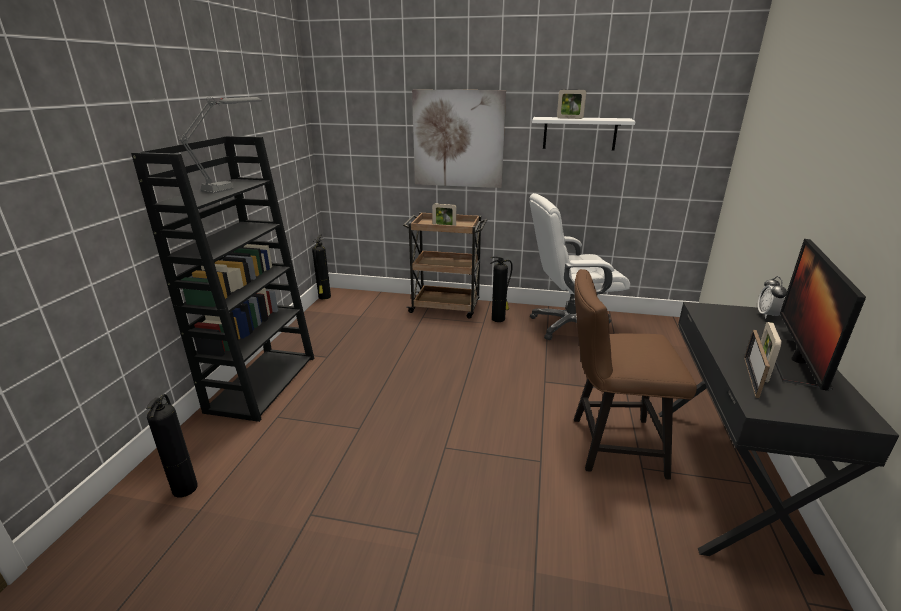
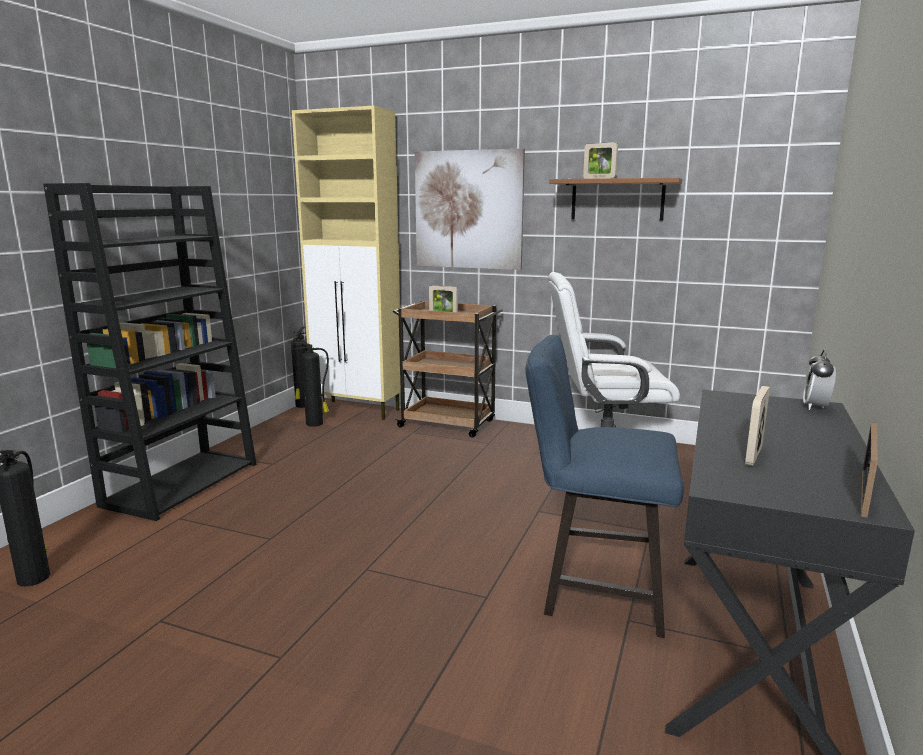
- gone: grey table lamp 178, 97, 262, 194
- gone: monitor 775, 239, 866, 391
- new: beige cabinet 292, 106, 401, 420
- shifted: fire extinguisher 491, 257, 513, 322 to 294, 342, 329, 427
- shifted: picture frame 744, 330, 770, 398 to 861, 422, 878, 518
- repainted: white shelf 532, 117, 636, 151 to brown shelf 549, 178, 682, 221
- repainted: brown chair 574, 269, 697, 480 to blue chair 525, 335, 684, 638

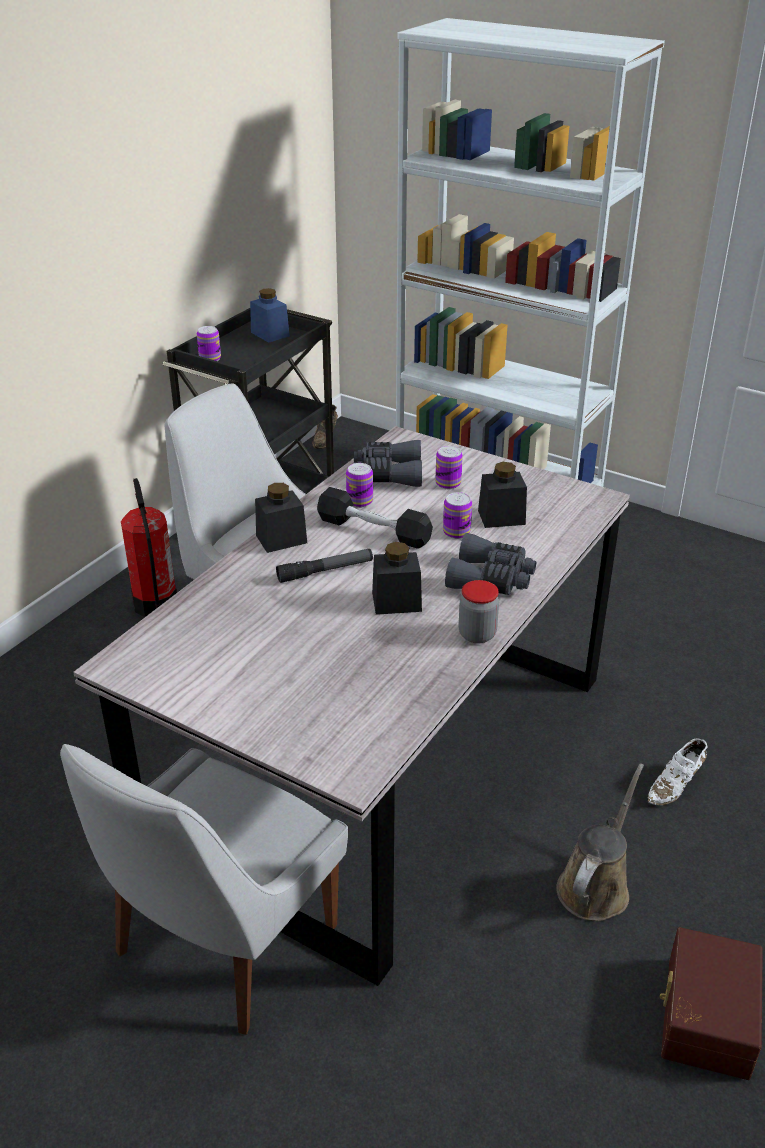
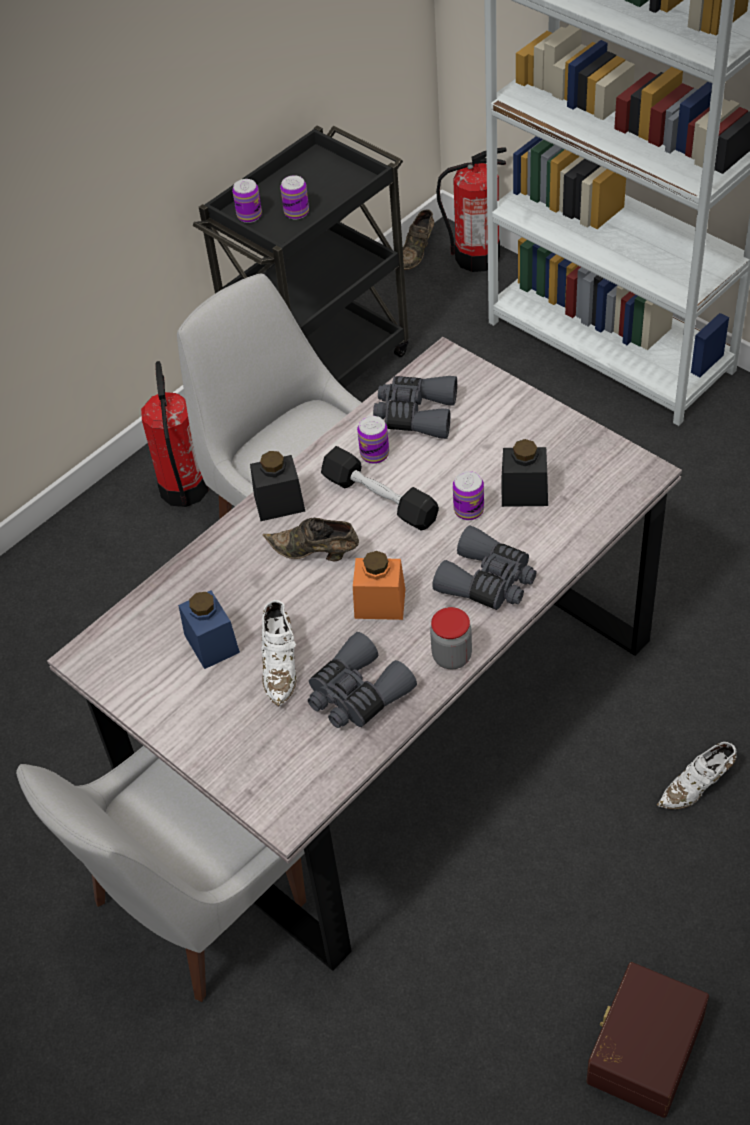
- gone: brown watering can 556, 764, 644, 921
- new: white shoe 262, 600, 297, 706
- new: grey binoculars 308, 632, 417, 728
- new: fire extinguisher 436, 147, 506, 272
- shifted: blue jar 250, 288, 290, 343 to 178, 590, 240, 669
- shifted: can 435, 446, 463, 489 to 280, 175, 309, 220
- swapped: flashlight 276, 549, 373, 583 to brown shoe 263, 518, 359, 561
- repainted: black jar 372, 542, 422, 615 to orange jar 353, 551, 405, 620

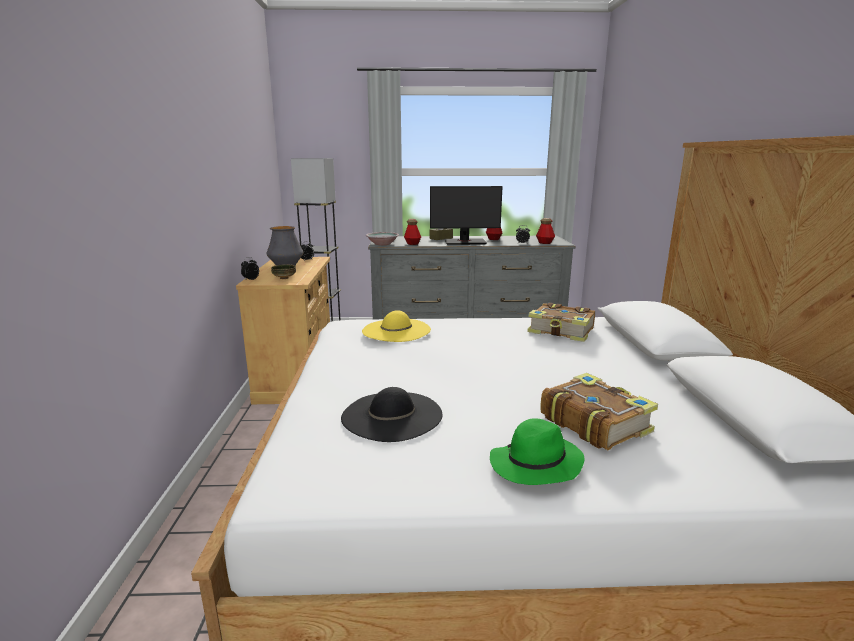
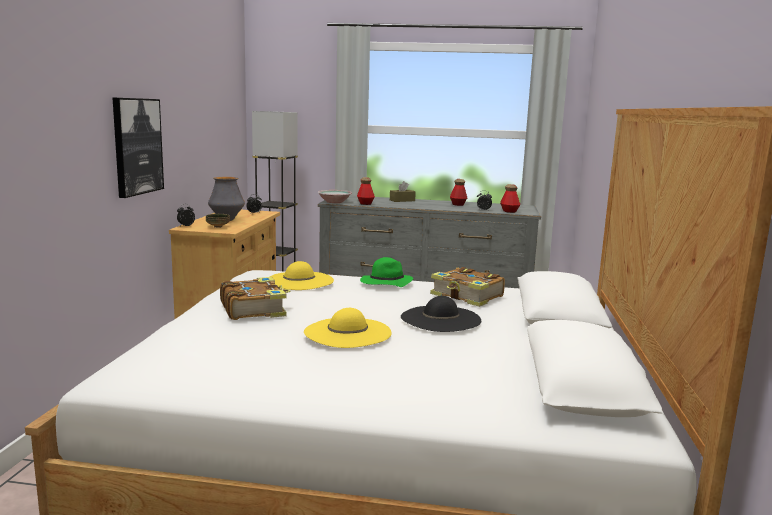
- gone: monitor 430, 186, 503, 245
- new: picture 112, 97, 164, 198
- new: yellow hat 304, 308, 392, 348
- shifted: black hat 341, 387, 442, 442 to 401, 296, 481, 332
- shifted: green hat 490, 418, 585, 485 to 360, 257, 414, 287
- shifted: book 540, 373, 658, 450 to 220, 277, 291, 320

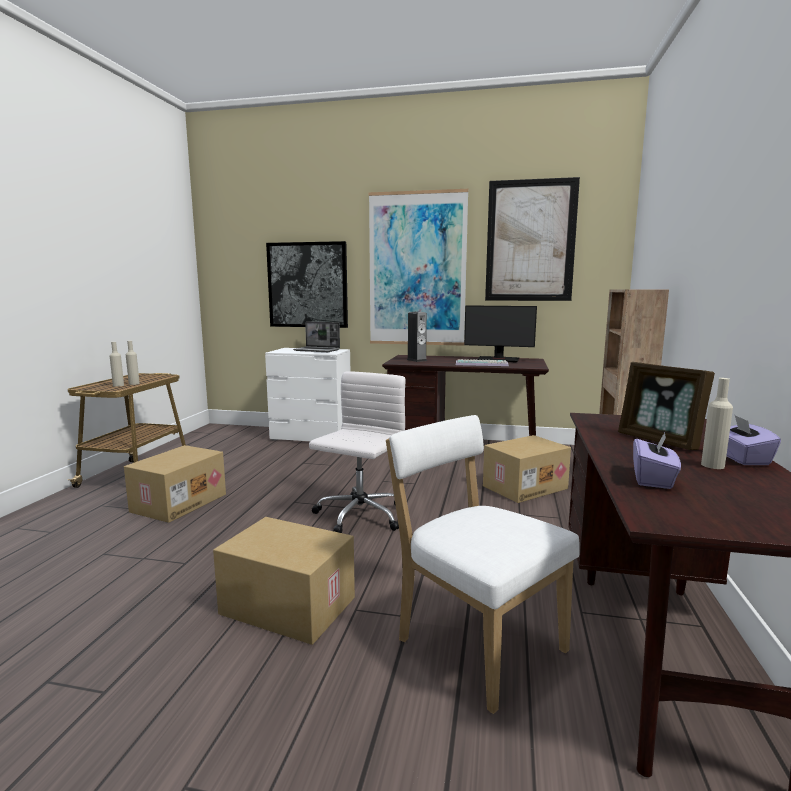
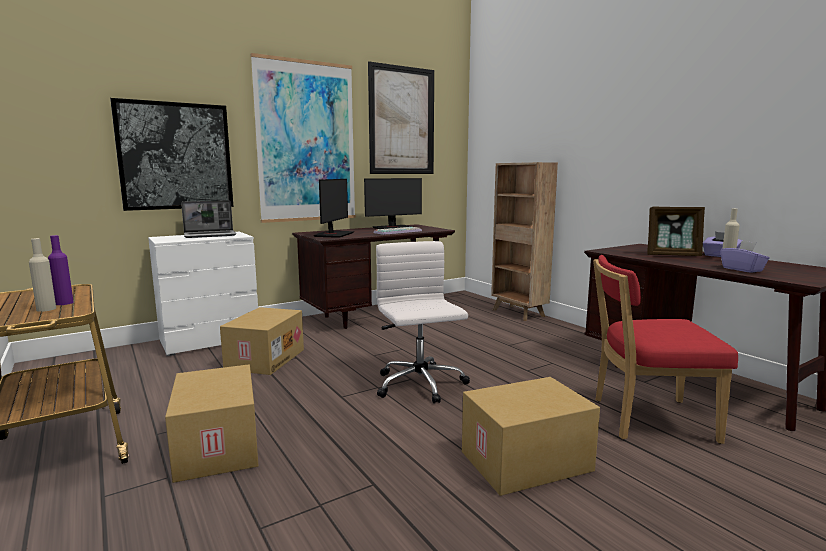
- shifted: cardboard box 483, 435, 571, 503 to 220, 307, 304, 375
- swapped: speaker 407, 312, 427, 362 to monitor 314, 179, 354, 238
- repainted: beige bottle 126, 341, 140, 385 to purple bottle 48, 235, 74, 305
- repainted: white chair 386, 415, 580, 714 to red chair 593, 255, 738, 444

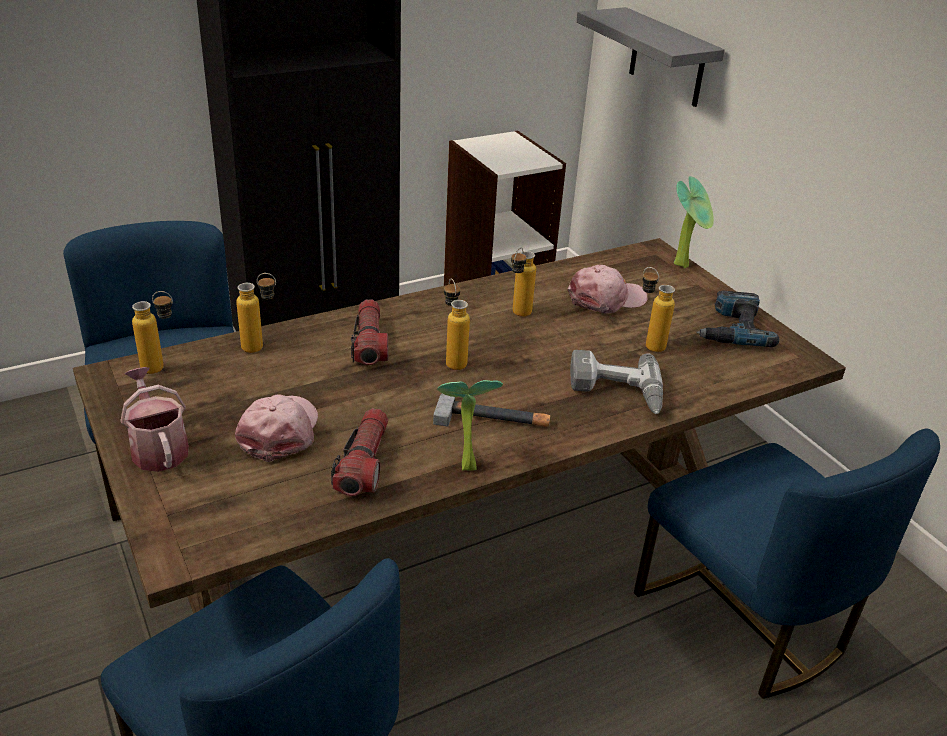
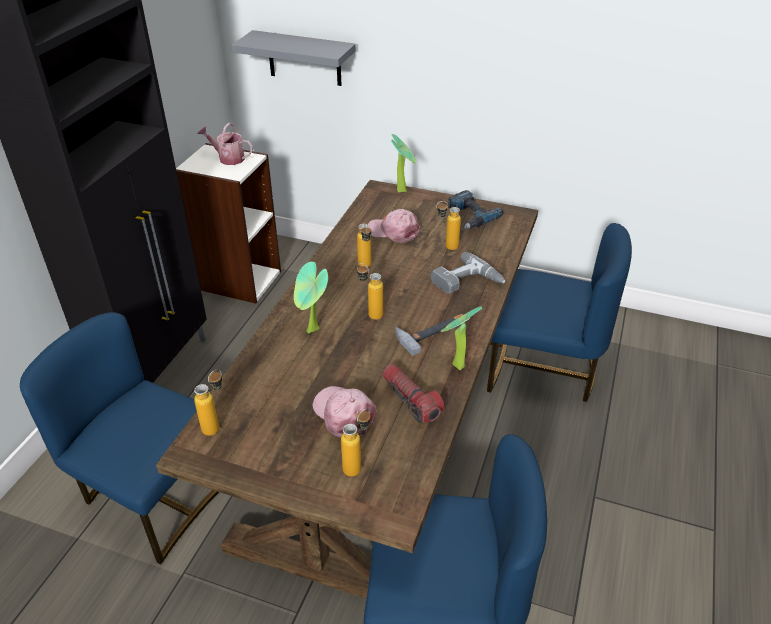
- shifted: watering can 120, 367, 189, 472 to 198, 123, 253, 165
- shifted: bottle 236, 273, 276, 353 to 341, 409, 370, 477
- swapped: flashlight 351, 299, 388, 365 to potted plant 294, 262, 328, 333
- rotated: pink cap 567, 265, 647, 314 = 368, 209, 421, 243 90 degrees counterclockwise

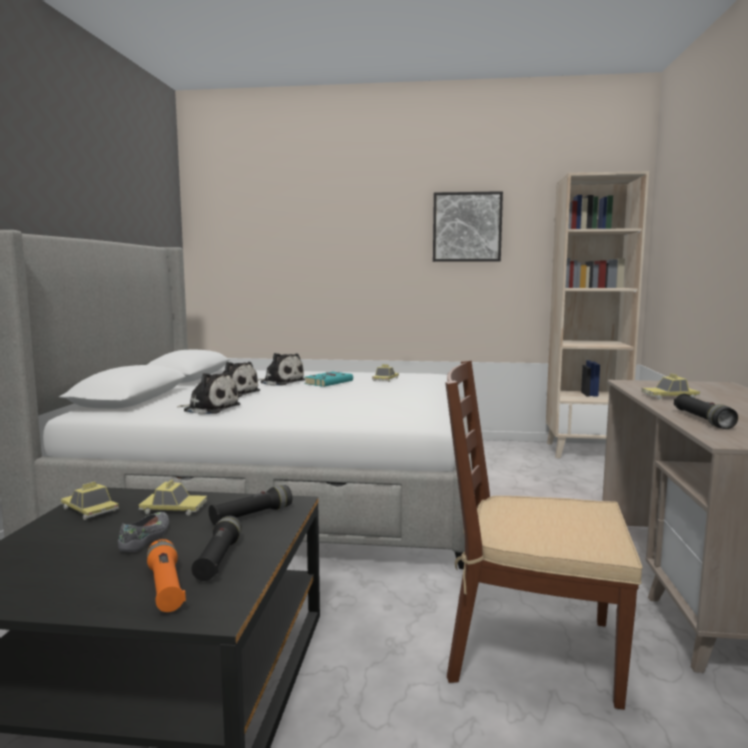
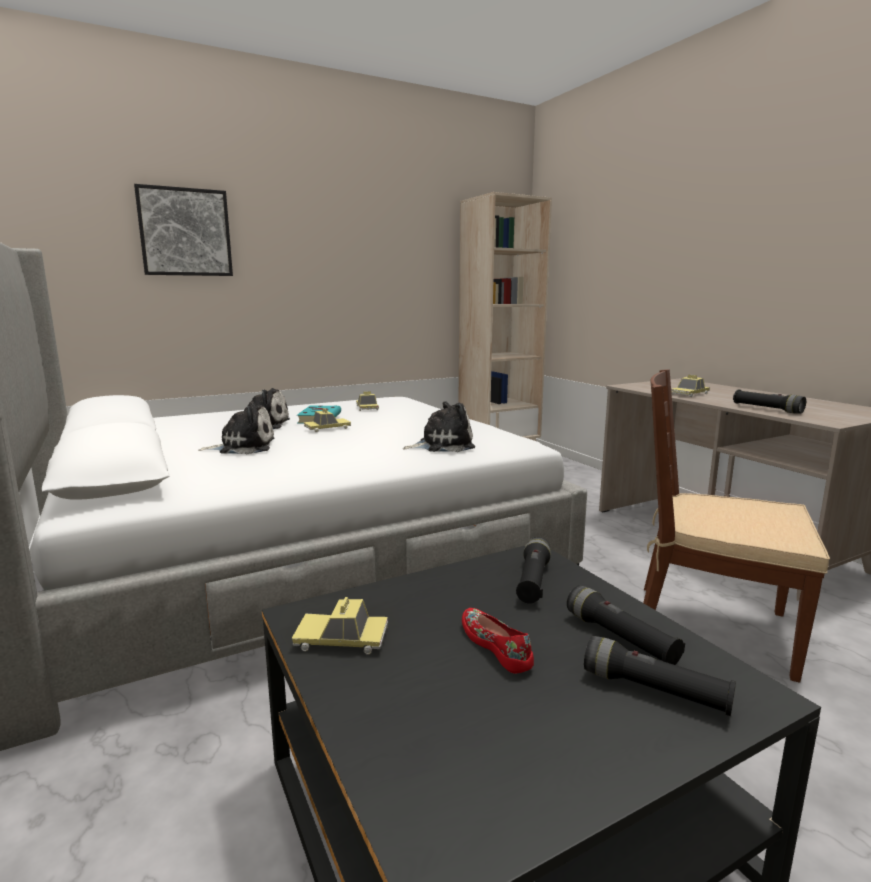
- shifted: toy car 139, 480, 207, 515 to 304, 408, 351, 433
- shifted: plush toy 177, 372, 241, 415 to 403, 401, 475, 452
- shifted: picture 433, 191, 503, 262 to 134, 184, 233, 276
- repainted: grey shoe 118, 512, 169, 552 to red shoe 462, 608, 534, 674
- repainted: orange flashlight 147, 539, 186, 612 to black flashlight 584, 636, 736, 716
- rotated: brown chair 445, 360, 643, 710 = 643, 369, 830, 683 45 degrees clockwise

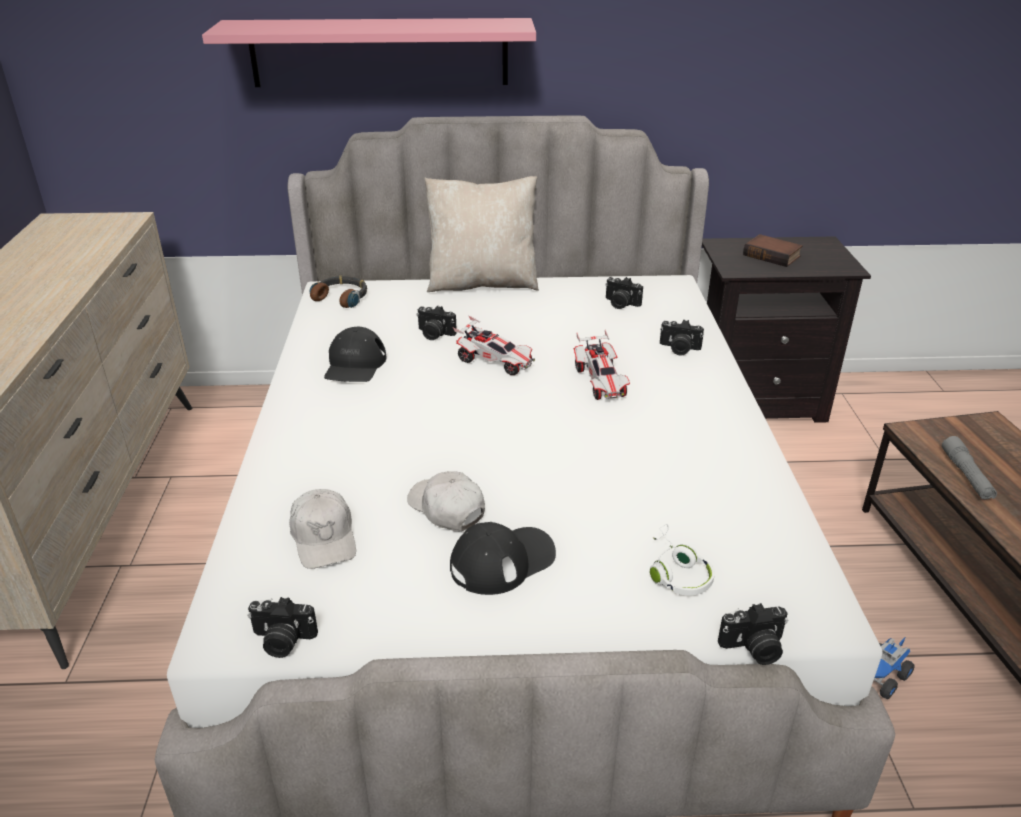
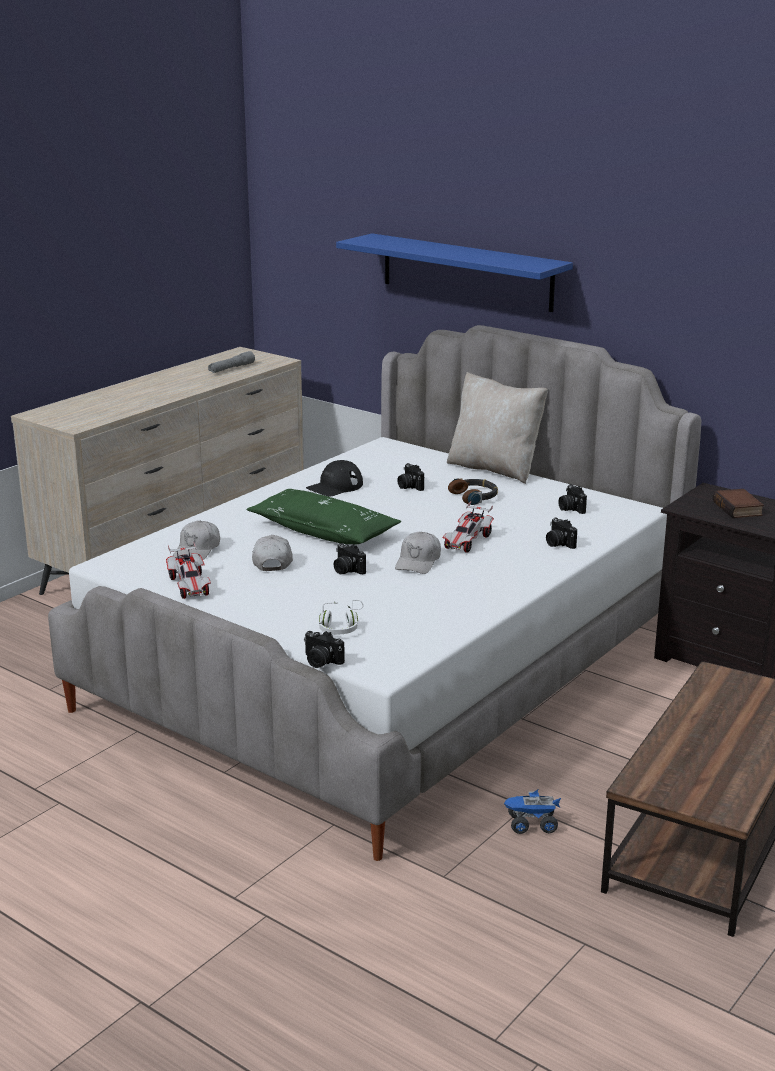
- gone: black cap 450, 522, 556, 595
- new: green pillow 246, 489, 401, 544
- new: white cap 395, 532, 441, 574
- shifted: photo camera 247, 597, 318, 658 to 334, 543, 366, 574
- shifted: headphones 310, 276, 367, 308 to 448, 478, 498, 505
- shifted: toy car 453, 316, 535, 375 to 166, 543, 211, 599
- shifted: grey flashlight 942, 436, 997, 500 to 208, 351, 255, 373
- repainted: pink shelf 202, 18, 536, 87 to blue shelf 336, 233, 573, 312

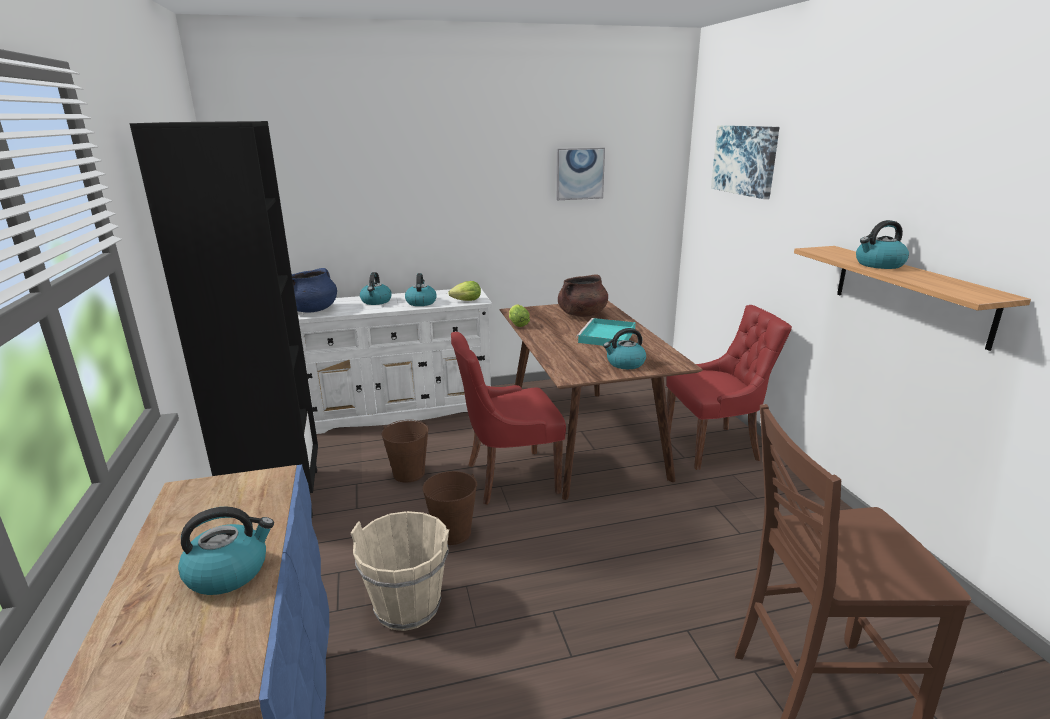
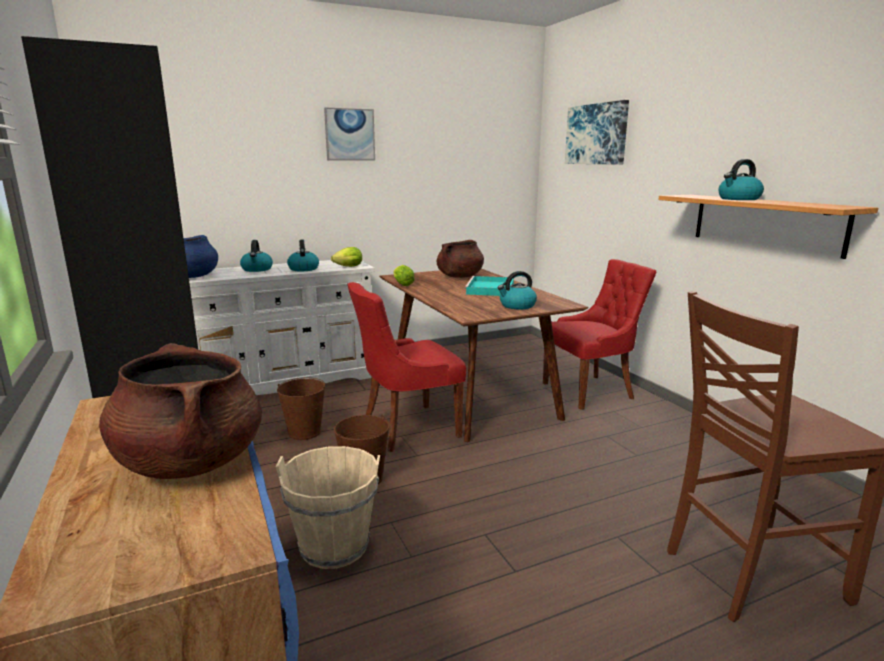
- shifted: picture 556, 148, 605, 200 to 324, 108, 375, 161
- swapped: kettle 178, 506, 274, 595 to brown cooking pot 99, 343, 262, 479

